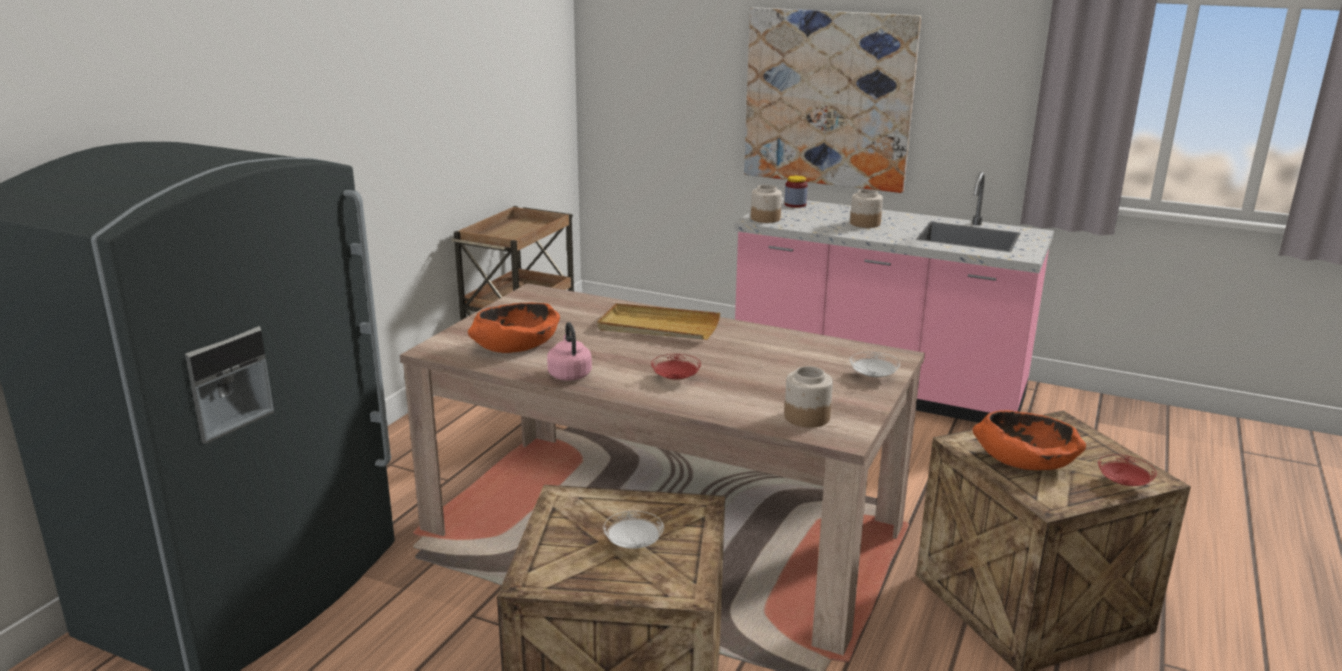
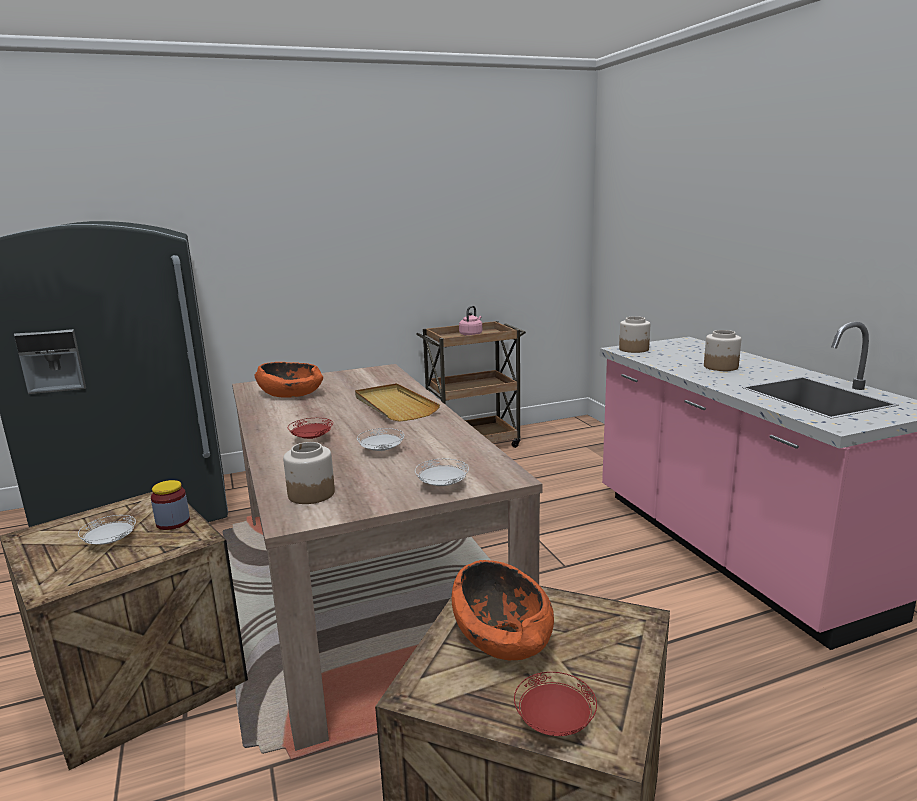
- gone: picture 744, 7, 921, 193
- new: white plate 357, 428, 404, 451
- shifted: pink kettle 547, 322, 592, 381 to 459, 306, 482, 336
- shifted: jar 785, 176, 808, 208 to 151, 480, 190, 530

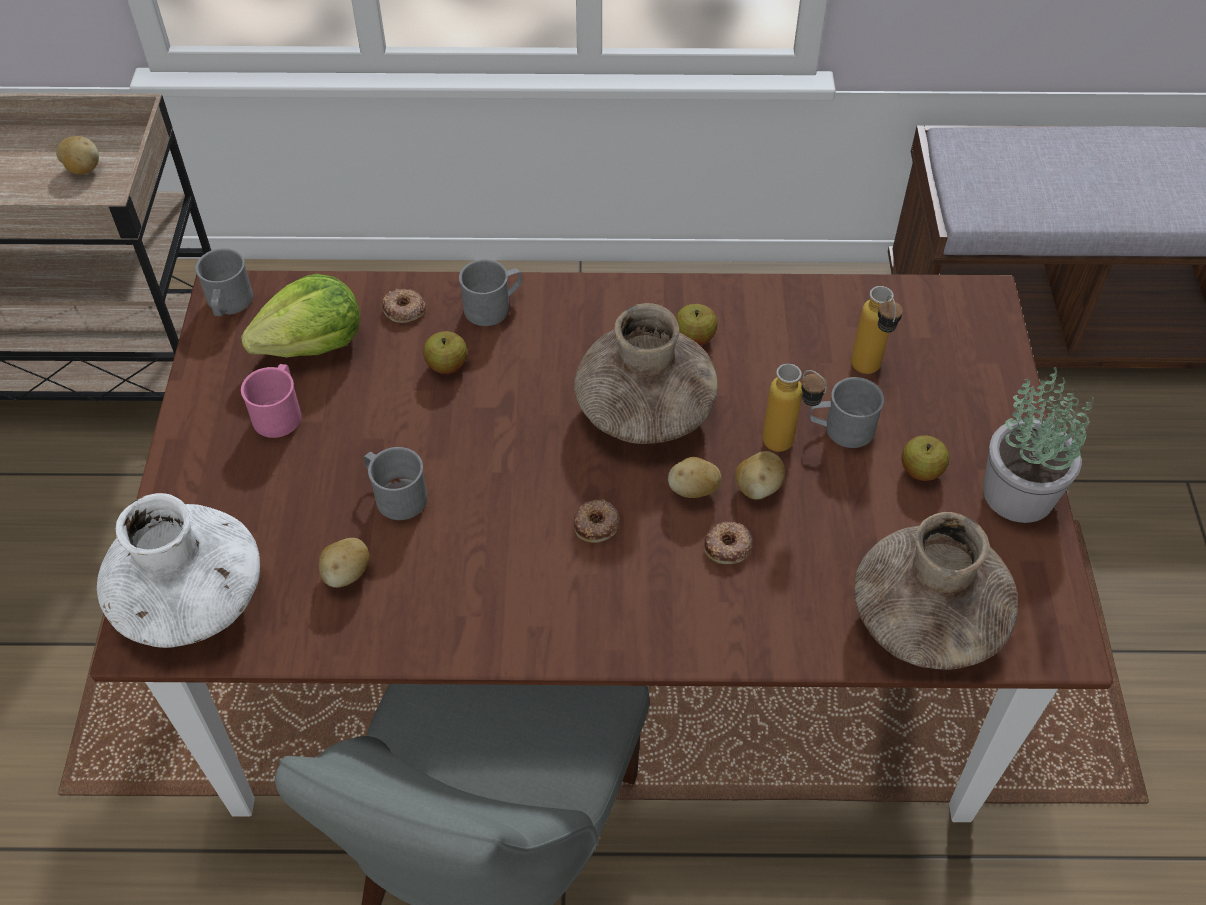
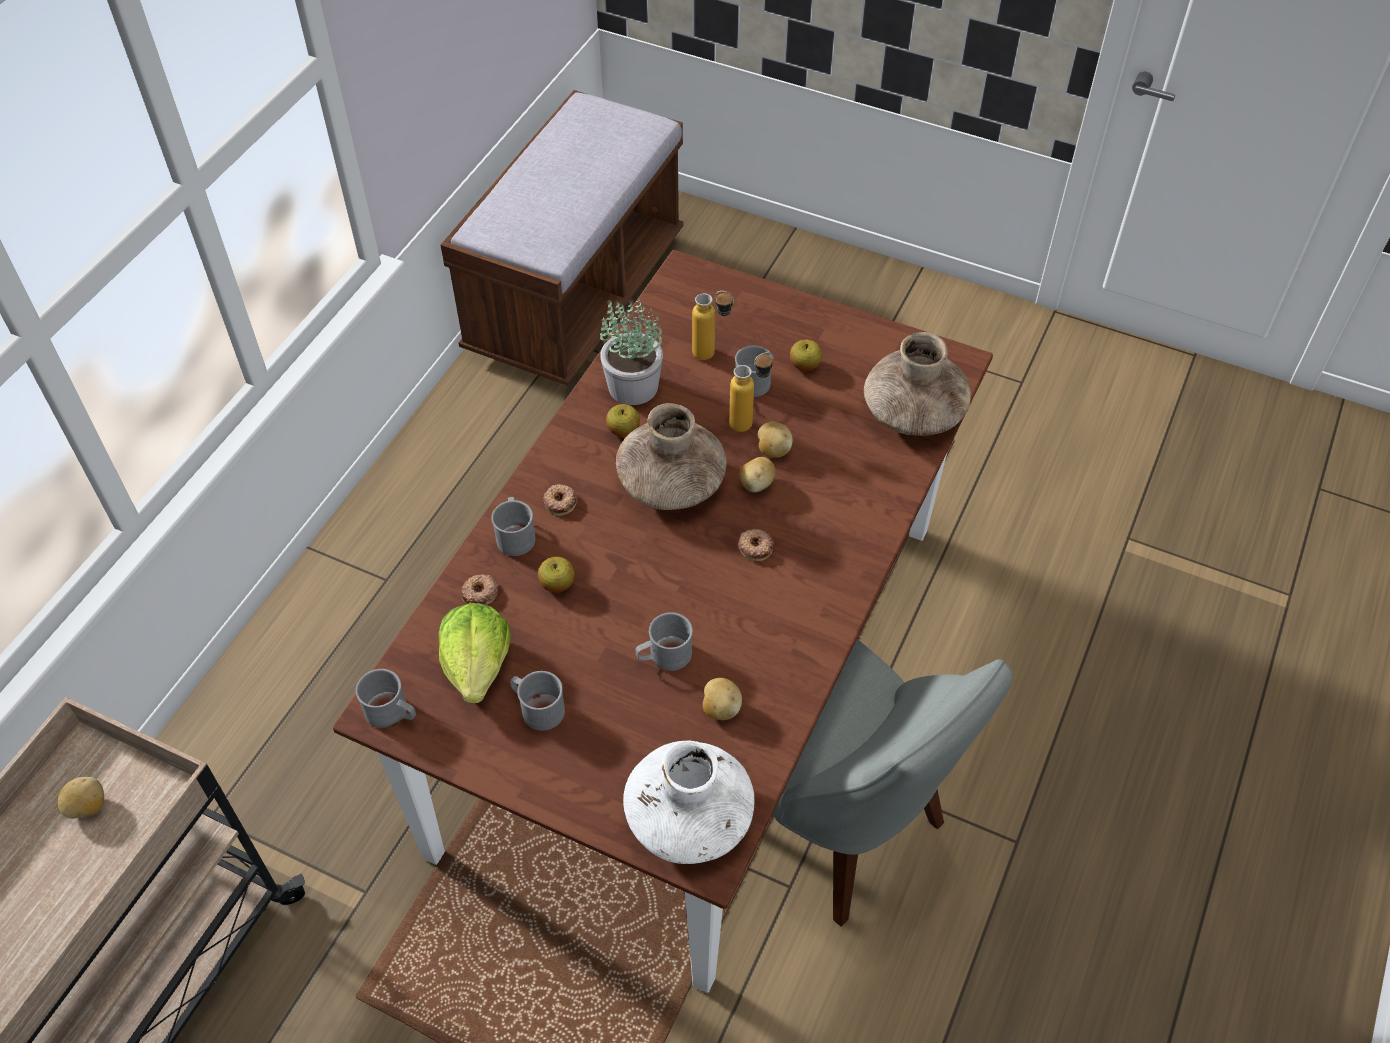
- shifted: donut 704, 522, 752, 564 to 543, 484, 577, 516
- shifted: potted plant 983, 367, 1094, 523 to 600, 296, 663, 405
- repainted: pink mug 241, 364, 301, 438 to grey mug 510, 671, 565, 731

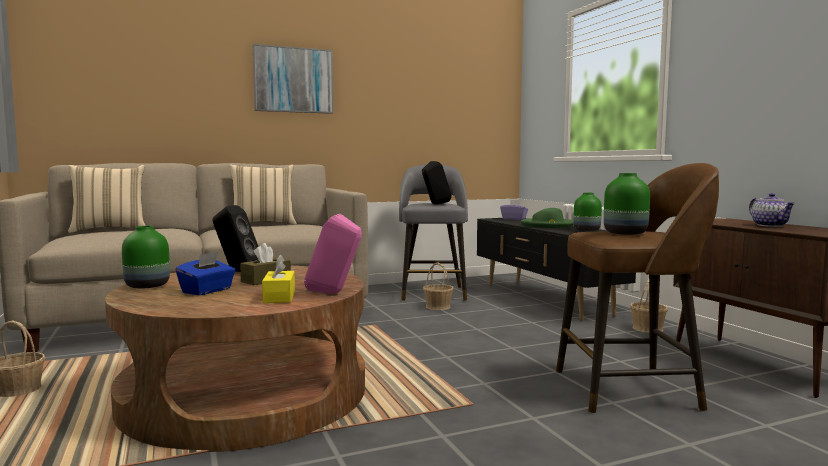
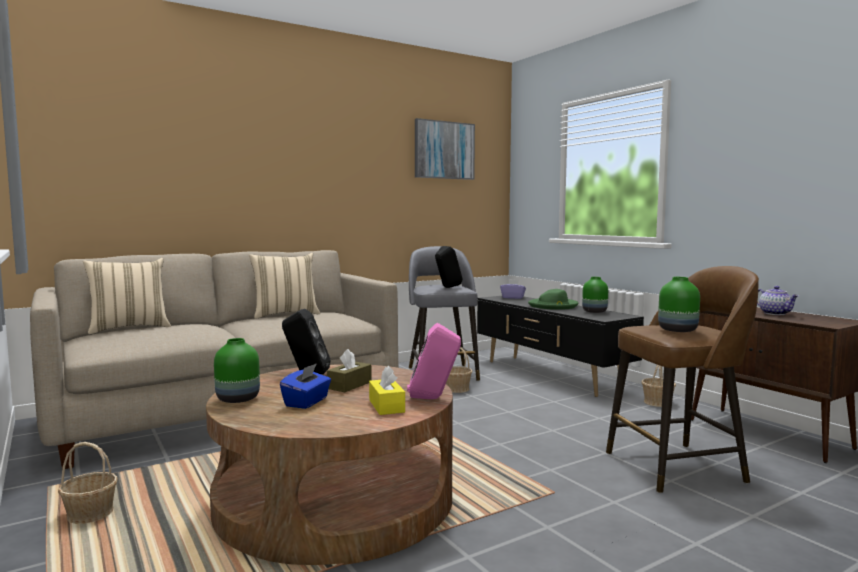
- shifted: picture 253, 44, 333, 114 to 415, 118, 475, 180

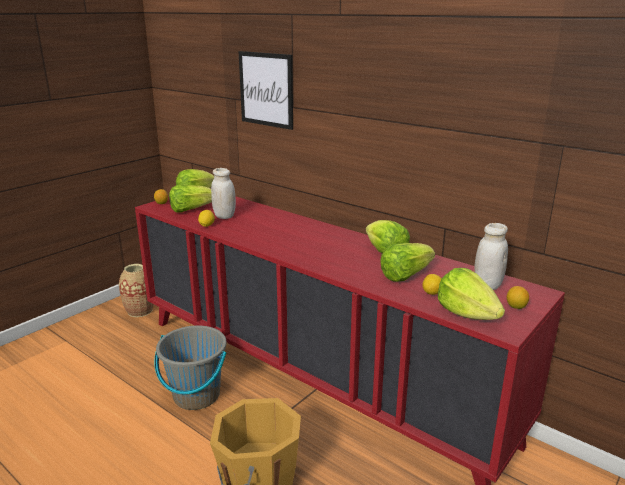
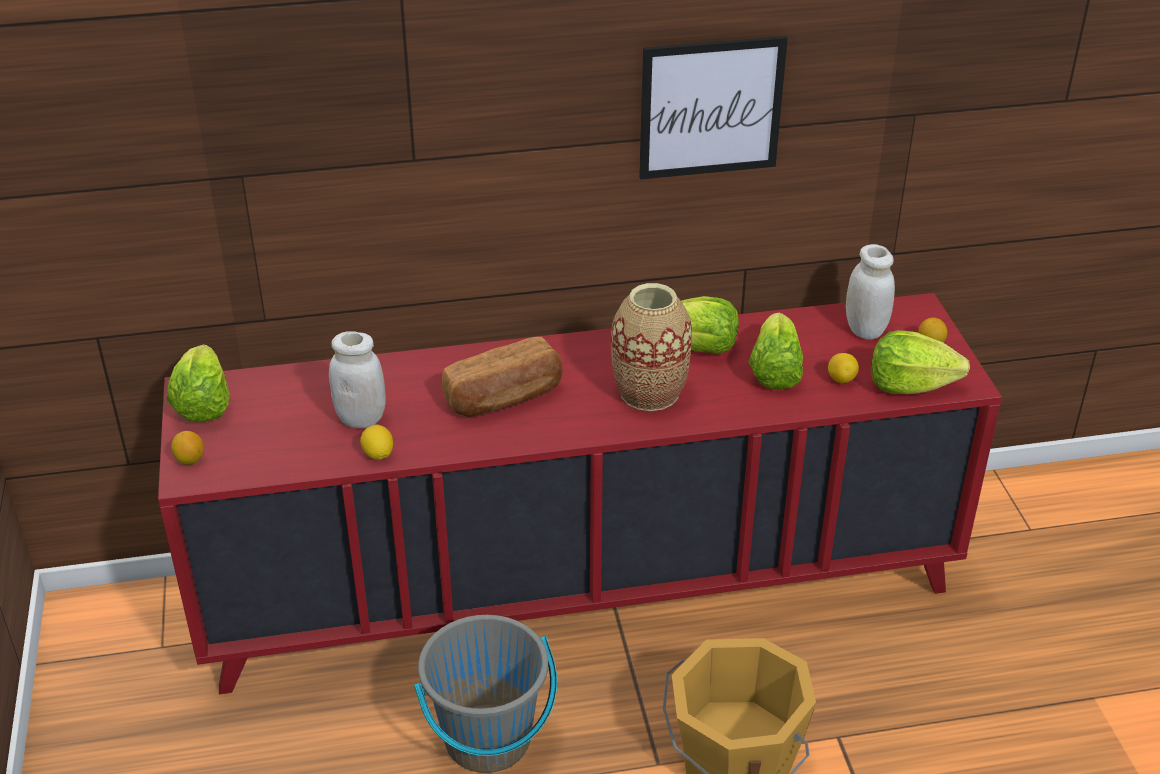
- gone: lettuce 169, 185, 212, 212
- new: bread 442, 337, 563, 417
- shifted: vase 119, 264, 154, 317 to 611, 283, 692, 411
- shifted: picture 239, 51, 293, 130 to 639, 36, 788, 179

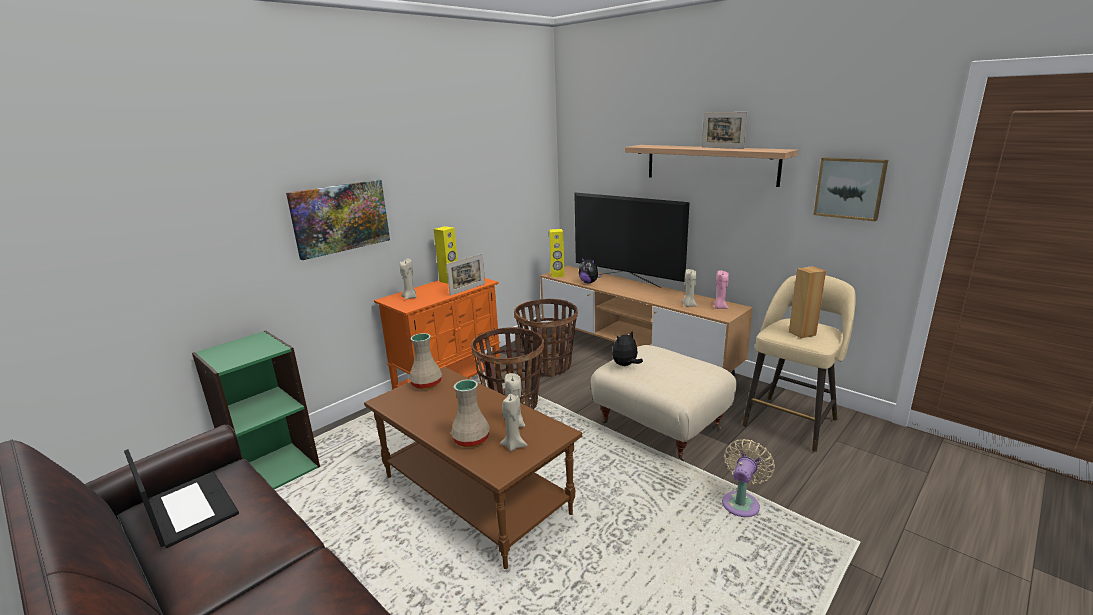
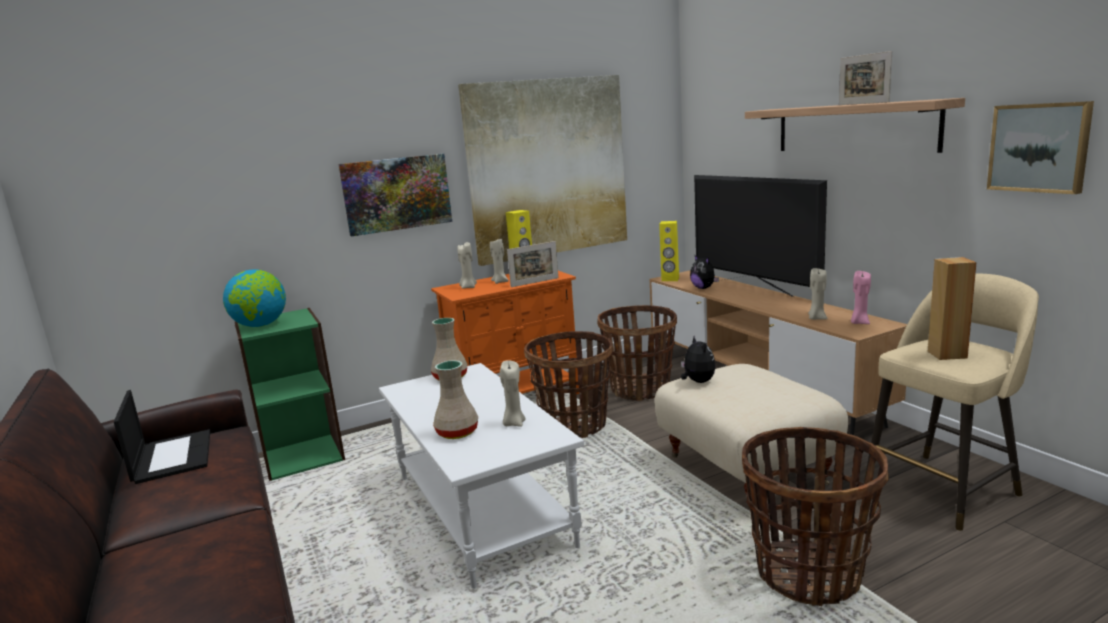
- new: globe 223, 269, 286, 327
- new: picture 458, 75, 627, 266
- shifted: beige candle 500, 394, 527, 451 to 490, 239, 509, 284
- swapped: beige fan 722, 439, 775, 517 to basket 742, 427, 889, 606
- repainted: brown coffee table 364, 367, 582, 569 to white coffee table 379, 363, 584, 589
- rotated: plush toy 612, 331, 643, 366 = 681, 336, 715, 383 90 degrees clockwise

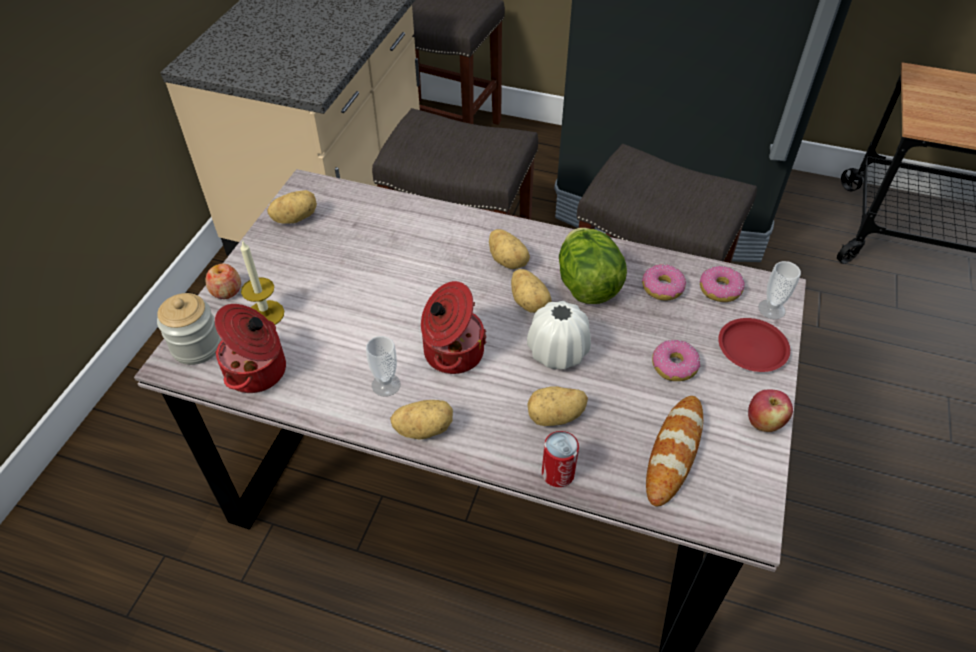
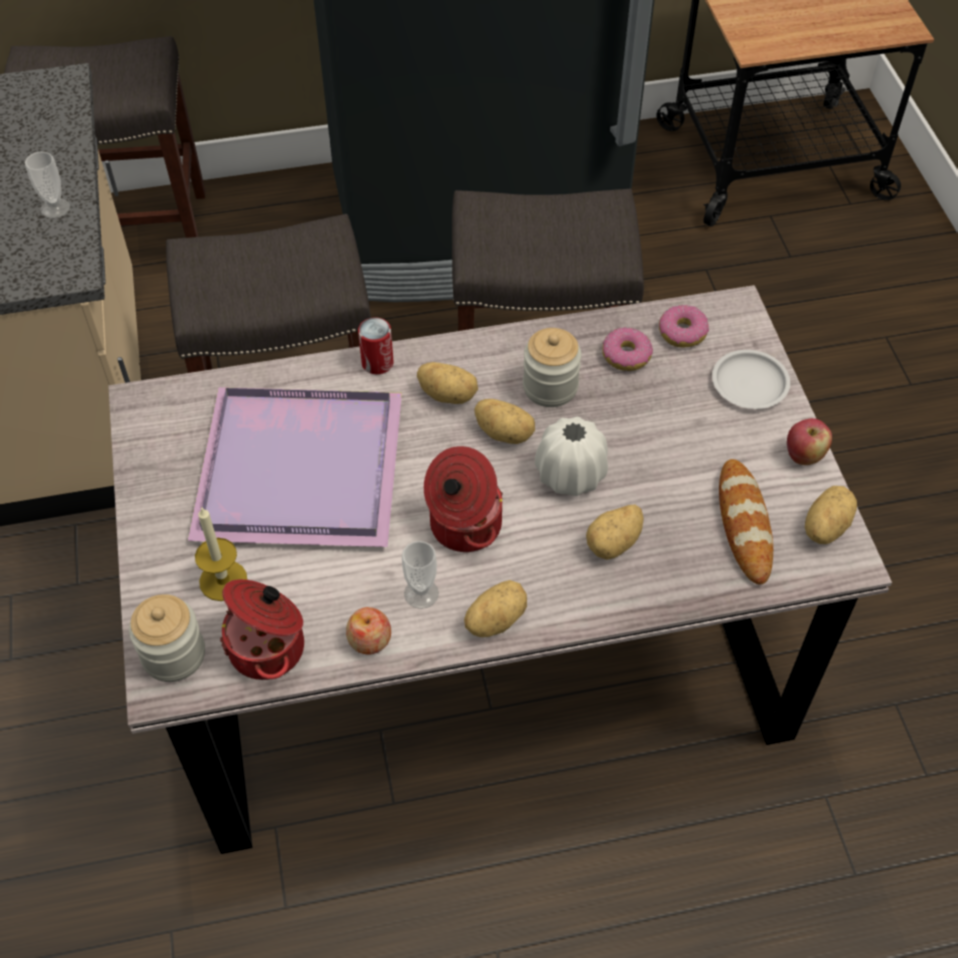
- gone: donut 652, 340, 700, 381
- new: purple tray 188, 387, 402, 547
- shifted: apple 206, 264, 241, 299 to 346, 607, 391, 655
- shifted: potato 267, 190, 317, 224 to 805, 486, 857, 544
- shifted: can 542, 431, 579, 487 to 358, 317, 394, 374
- shifted: cup 758, 261, 801, 319 to 25, 152, 70, 218
- swapped: lettuce 559, 228, 627, 304 to jar 523, 328, 581, 407
- repainted: red plate 718, 318, 790, 372 to white plate 712, 350, 790, 409

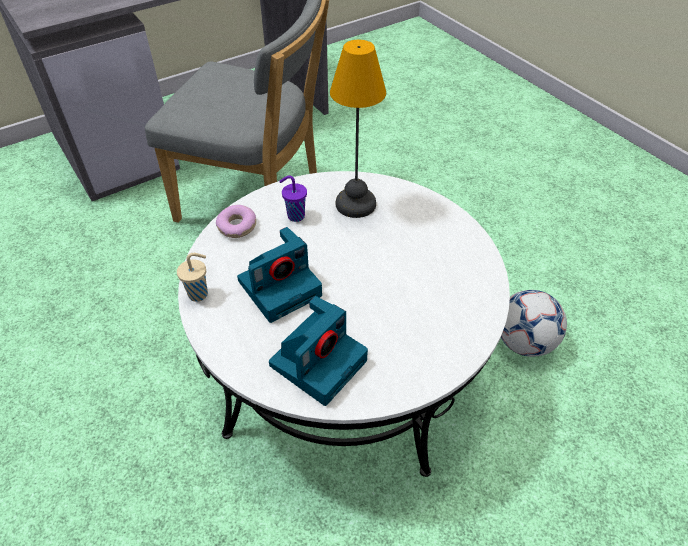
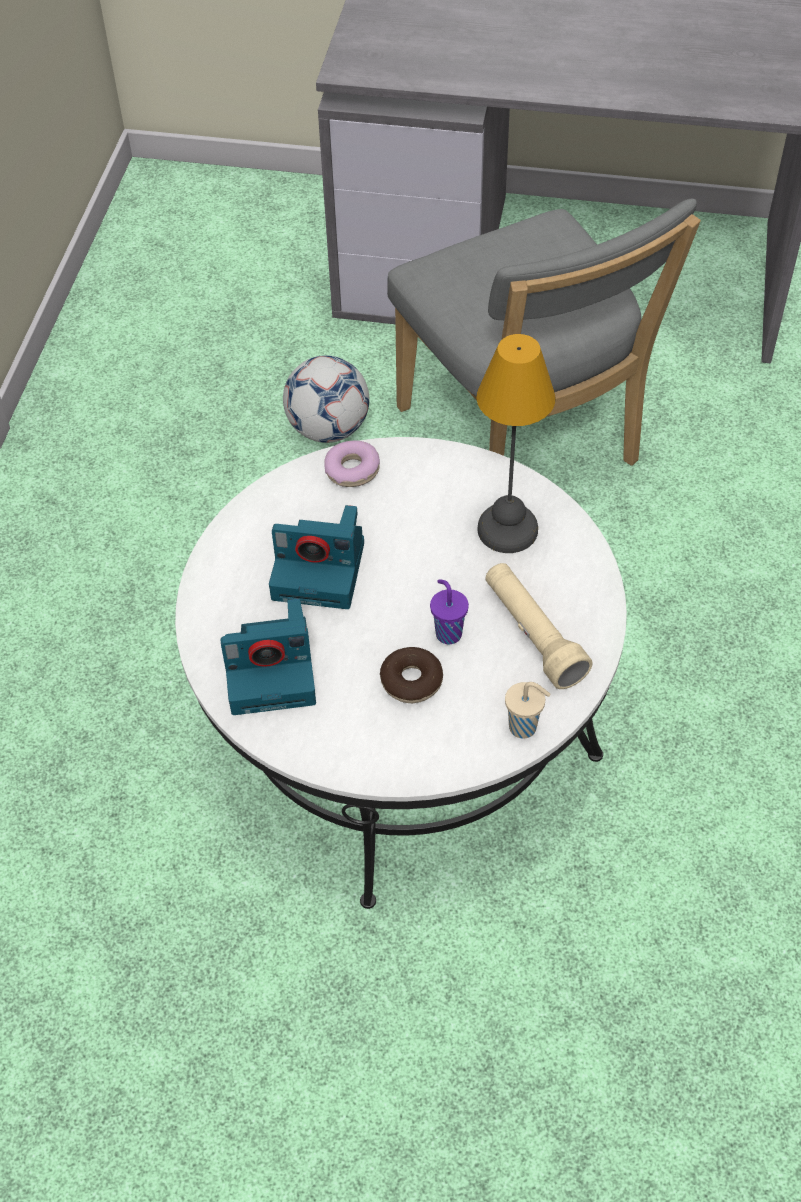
- new: donut 380, 647, 443, 703
- new: beige flashlight 485, 563, 593, 689
- shifted: beige cup 177, 253, 208, 302 to 505, 682, 550, 739
- shifted: purple cup 279, 176, 307, 222 to 430, 579, 469, 644
- shifted: football 501, 290, 567, 357 to 283, 355, 370, 443

